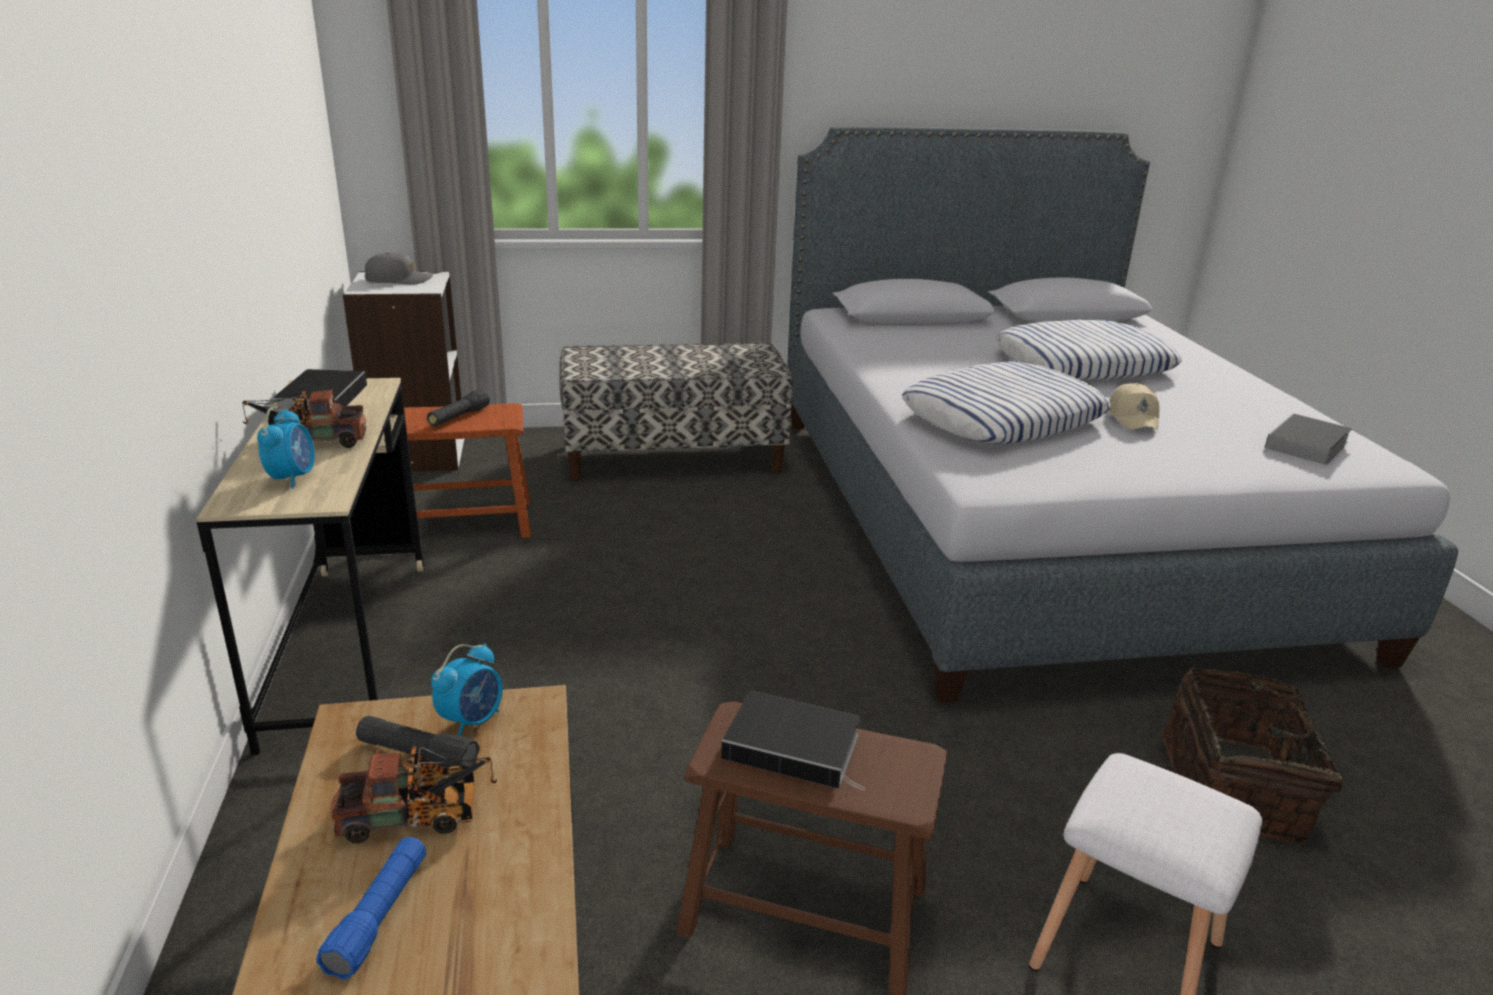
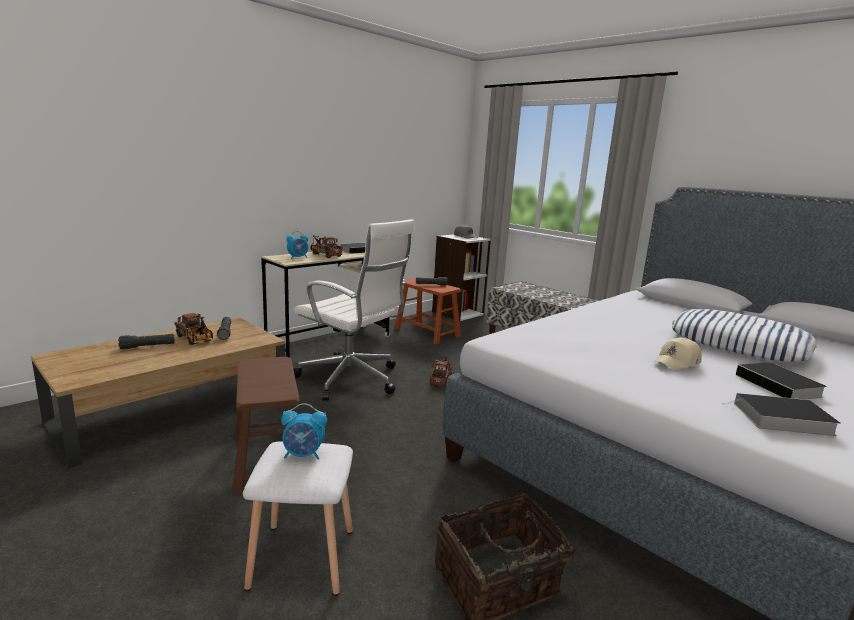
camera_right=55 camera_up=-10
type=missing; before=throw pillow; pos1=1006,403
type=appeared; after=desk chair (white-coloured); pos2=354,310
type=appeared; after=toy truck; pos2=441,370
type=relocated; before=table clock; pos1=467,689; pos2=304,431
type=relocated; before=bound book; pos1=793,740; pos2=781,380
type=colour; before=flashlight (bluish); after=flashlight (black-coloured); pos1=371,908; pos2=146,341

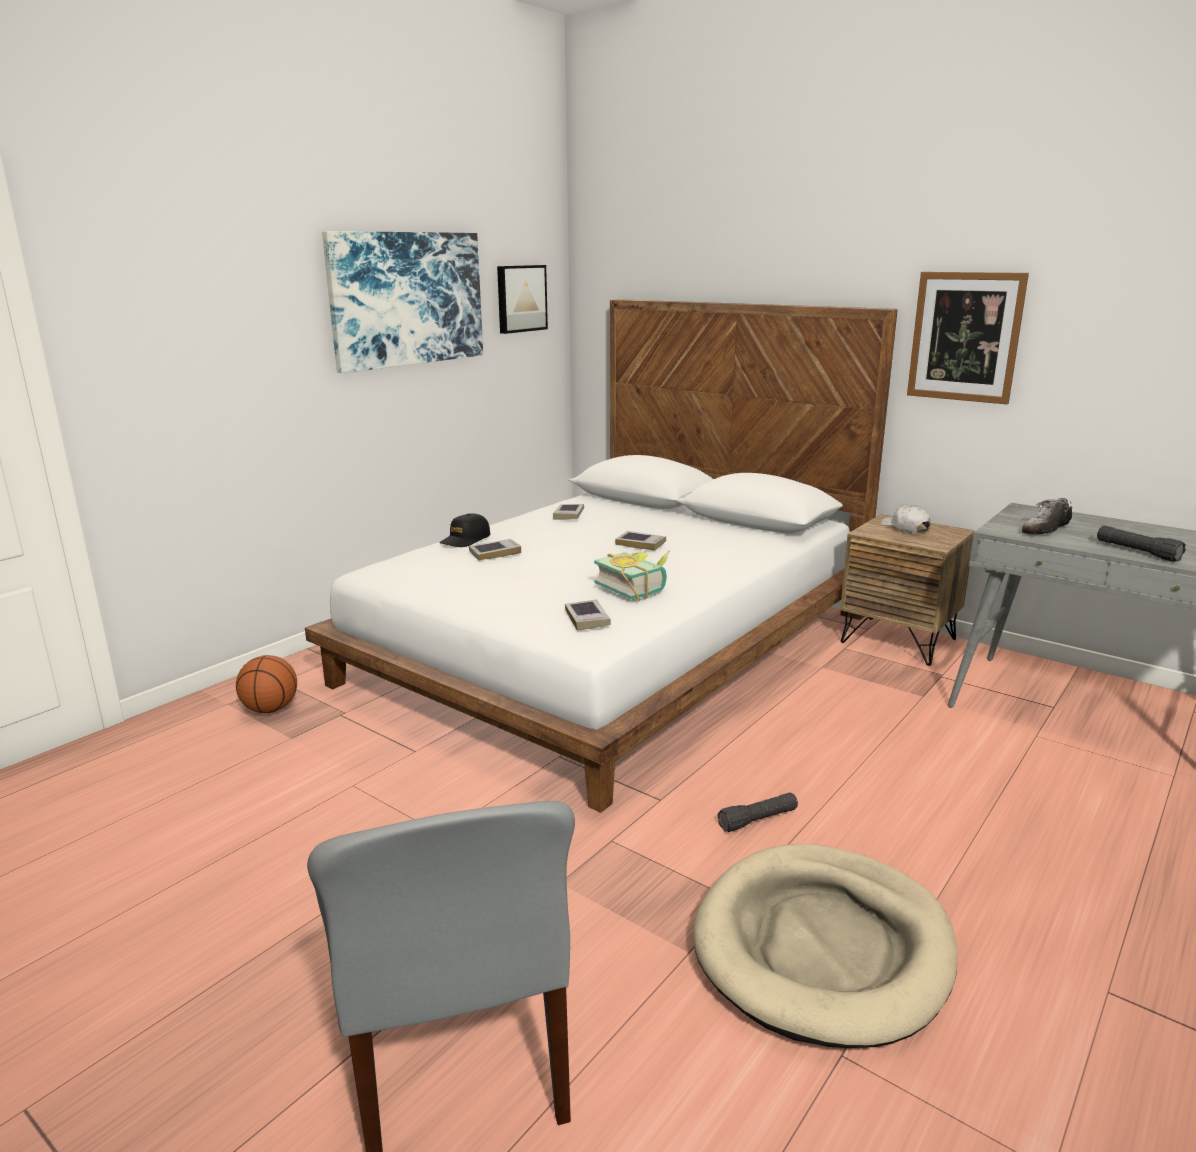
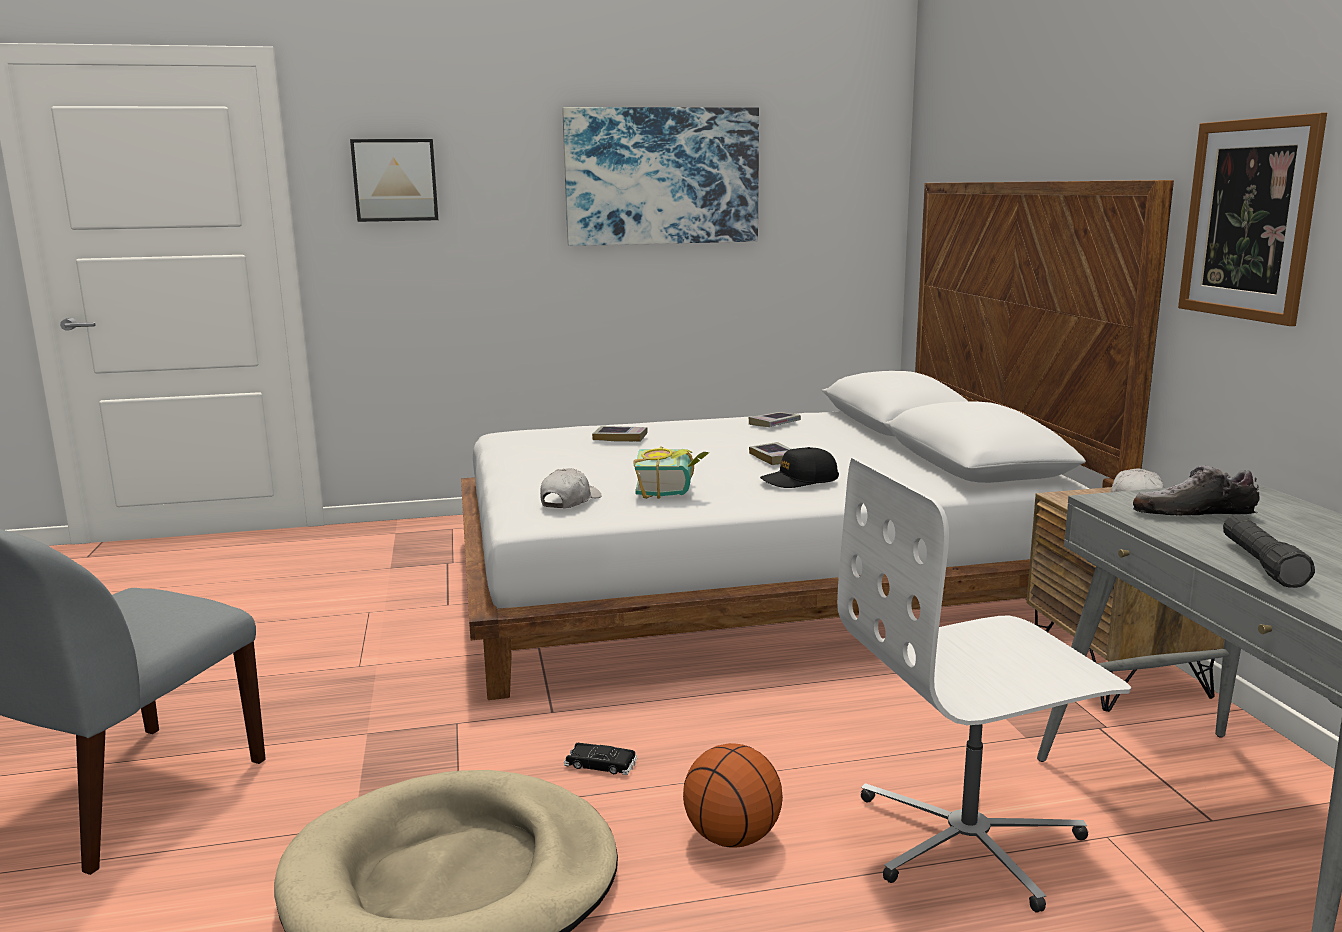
camera_right=40 camera_up=-5
type=appeared; after=desk chair (white-coloured); pos2=984,685
type=relocated; before=basketball; pos1=266,684; pos2=733,795
type=relocated; before=baseball cap (black-coloured); pos1=464,530; pos2=799,467
type=relocated; before=wall picture; pos1=522,299; pos2=394,180
type=exchanged; before=bound book; after=baseball cap (white-coloured); pos1=588,615; pos2=571,488
type=exchanged; before=flashlight (black-coloured); after=toy car (black-coloured); pos1=757,812; pos2=600,759

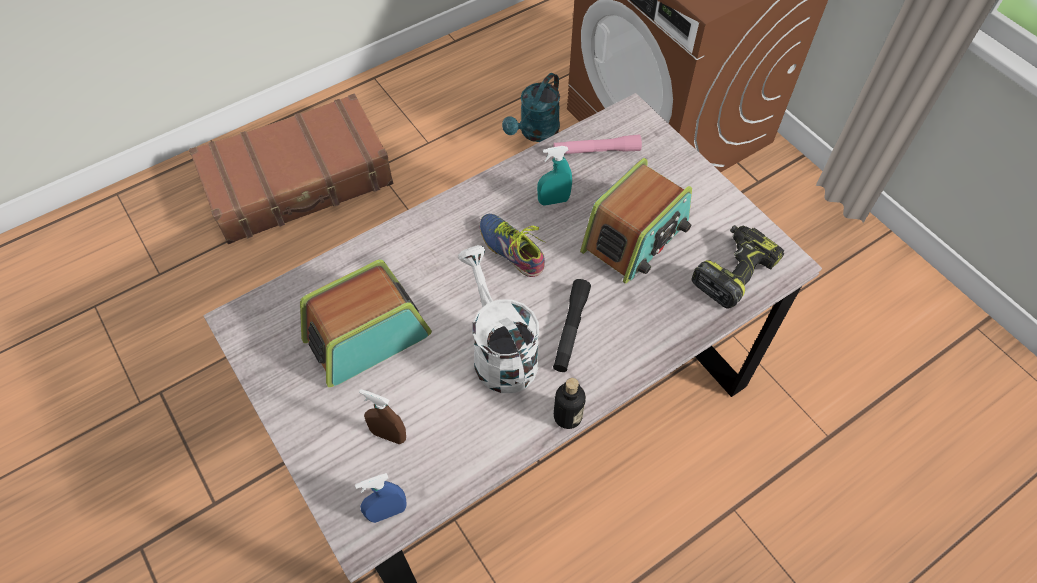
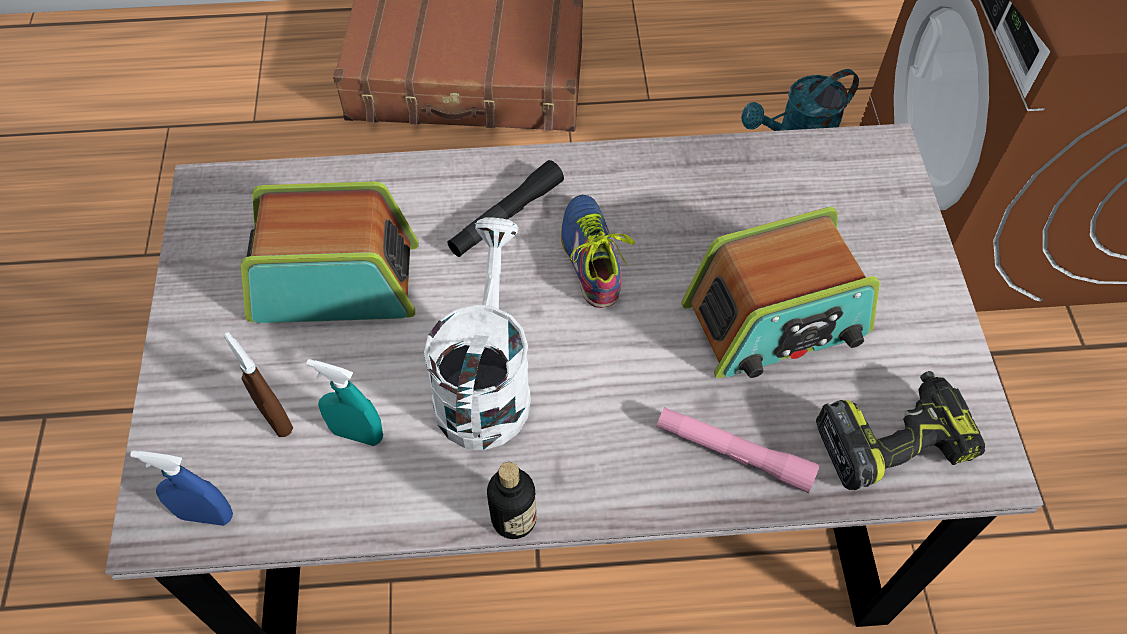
camera_right=30 camera_up=0
type=relocated; before=hand sprayer (turquoise); pos1=554,176; pos2=344,402
type=relocated; before=flashlight (pink); pos1=597,144; pos2=738,450
type=relocated; before=flashlight (black-coloured); pos1=572,325; pos2=505,208

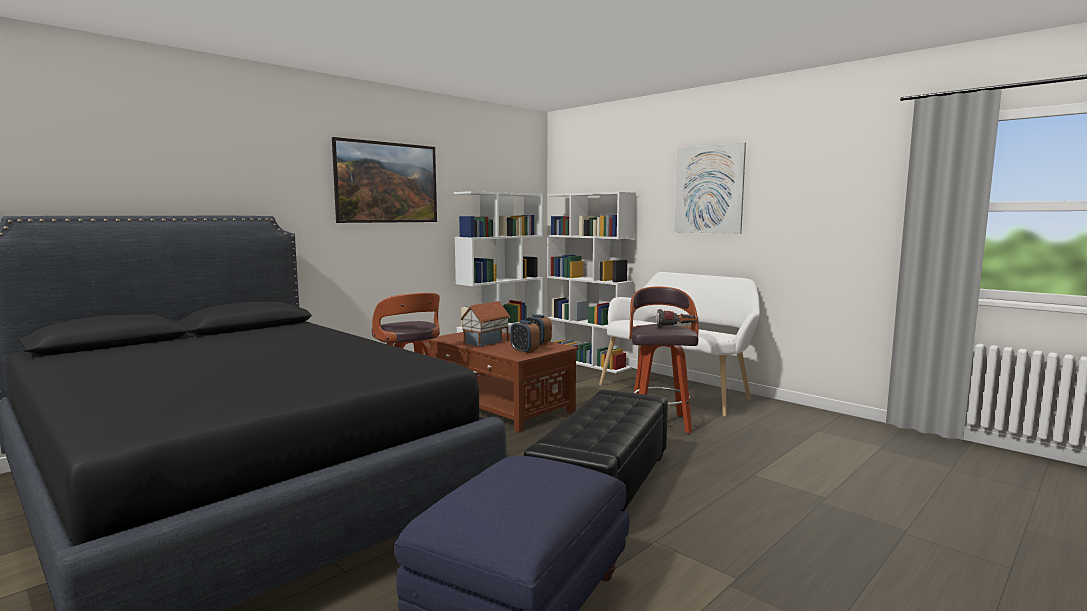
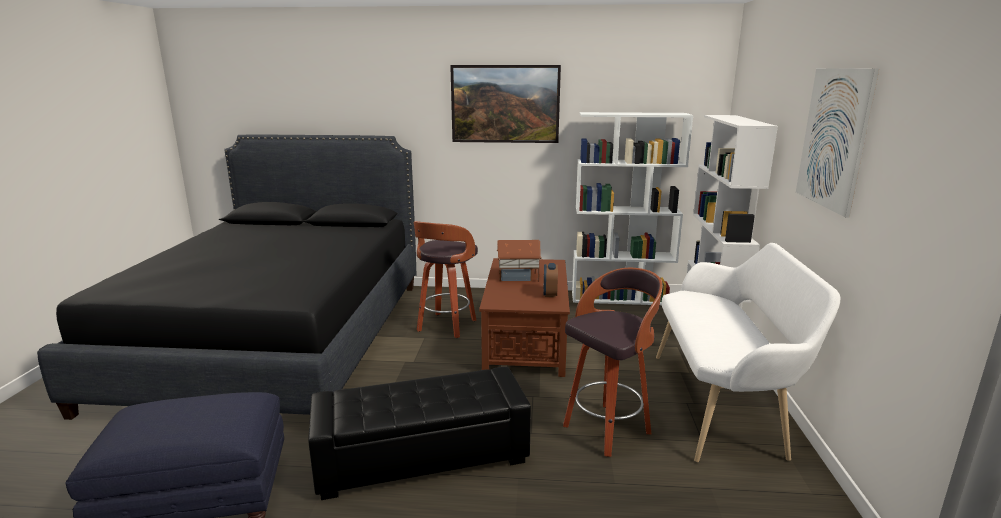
camera_right=50 camera_up=10
type=missing; before=table clock; pos1=525,337
type=missing; before=flashlight; pos1=677,318

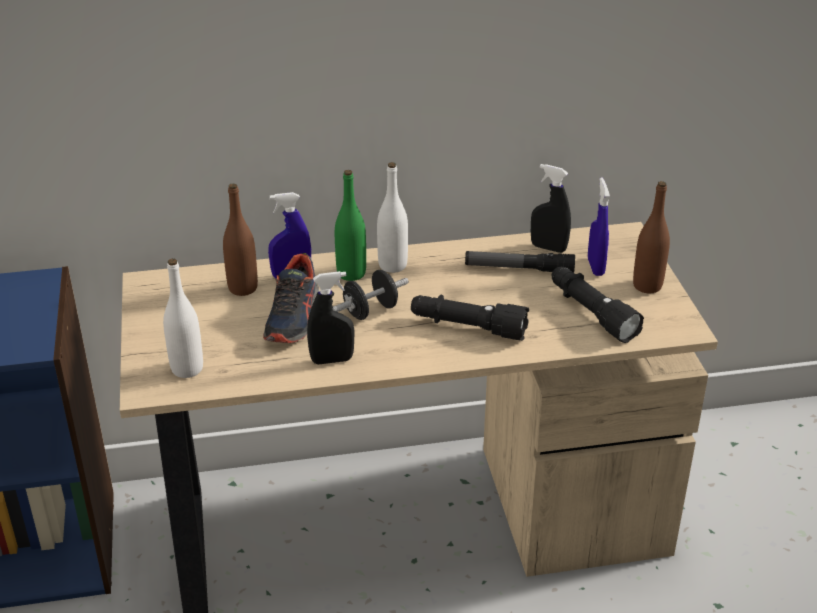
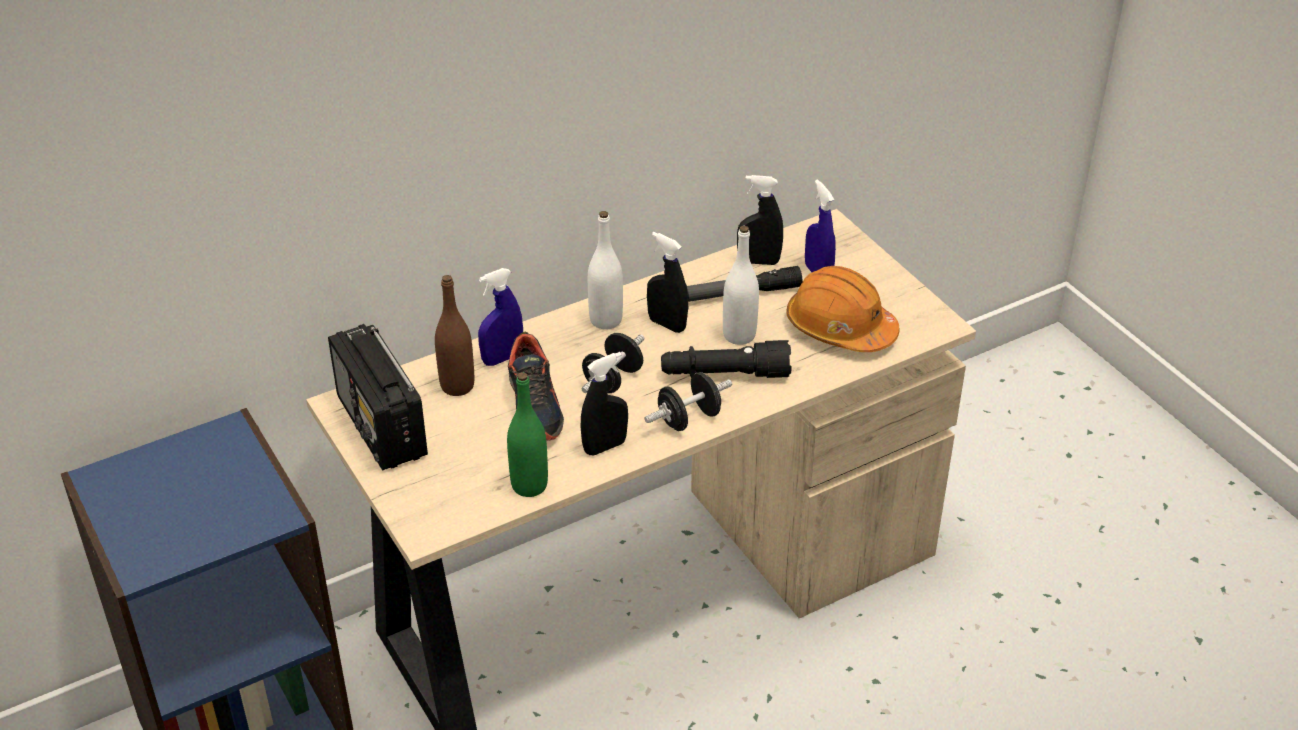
camera_right=-20 camera_up=5
type=missing; before=beverage bottle (brown-coloured); pos1=651,237
type=appeared; after=radio; pos2=378,397
type=appeared; after=free weight (black-coloured); pos2=688,401
type=appeared; after=hand sprayer (black-coloured); pos2=667,282
type=relocated; before=beverage bottle (white-coloured); pos1=183,318; pos2=741,285
type=relocated; before=beverage bottle (greenish); pos1=350,225; pos2=527,434
type=exchanged; before=flashlight (black-coloured); after=work helmet (orange-coloured); pos1=598,305; pos2=843,309

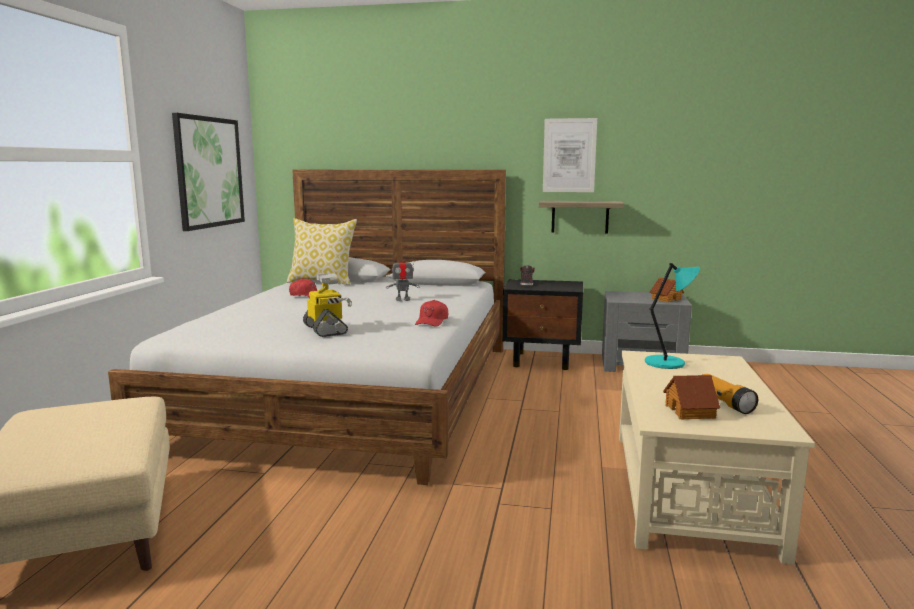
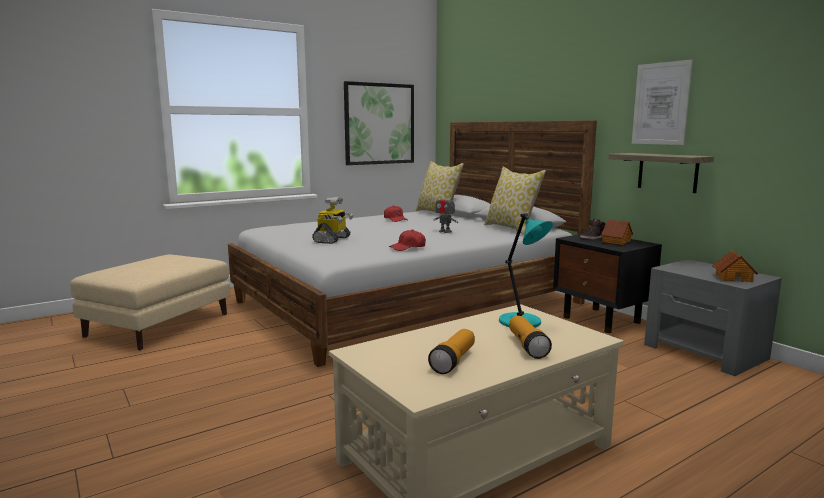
camera_right=45 camera_up=0
type=appeared; after=throw pillow; pos2=515,200
type=appeared; after=flashlight; pos2=530,337
type=relocated; before=toy house; pos1=691,397; pos2=617,232

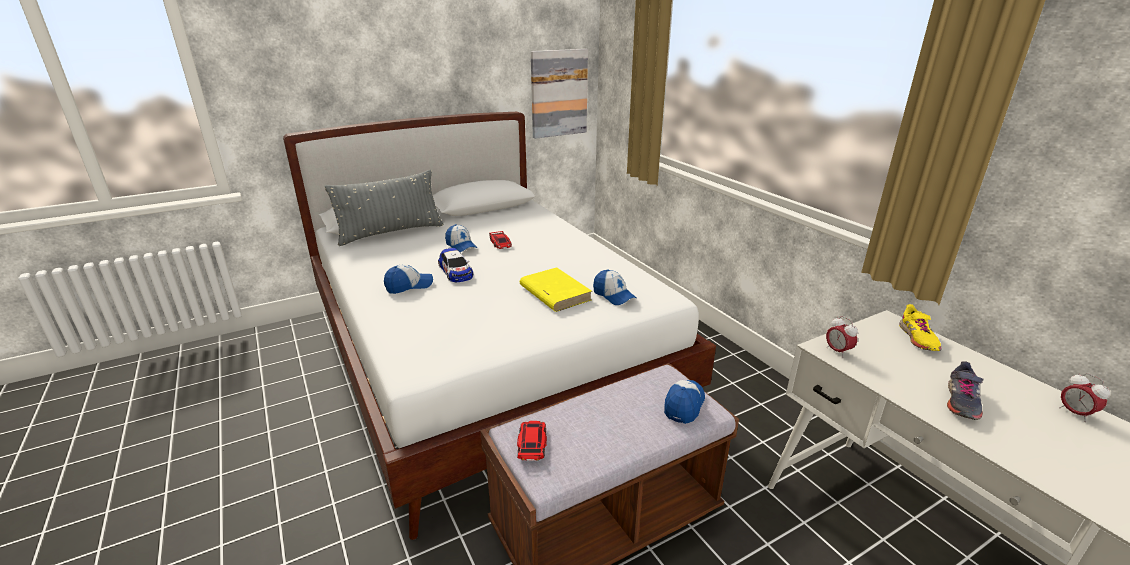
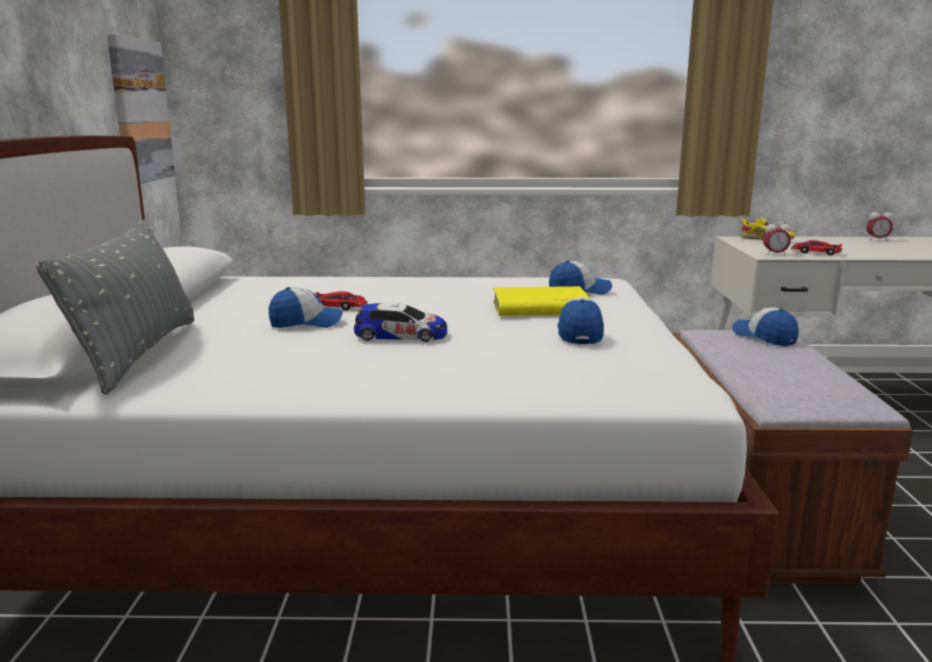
camera_right=-60 camera_up=-10
type=missing; before=low shoe (greyish); pos1=965,390
type=relocated; before=baseball cap; pos1=408,279; pos2=580,320
type=relocated; before=toy car; pos1=532,441; pos2=816,248

